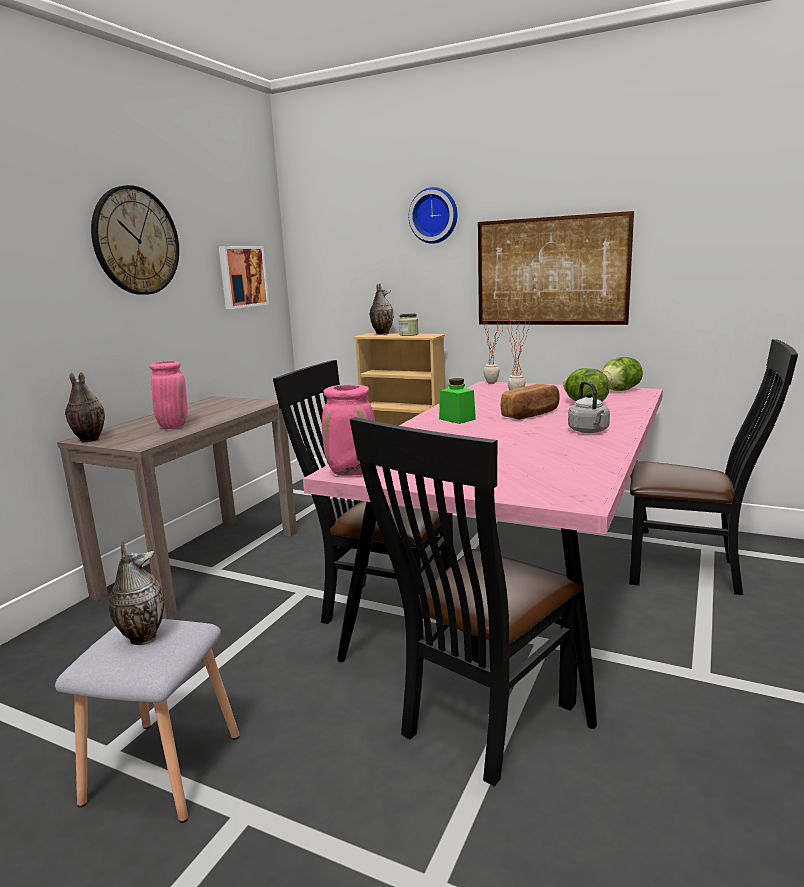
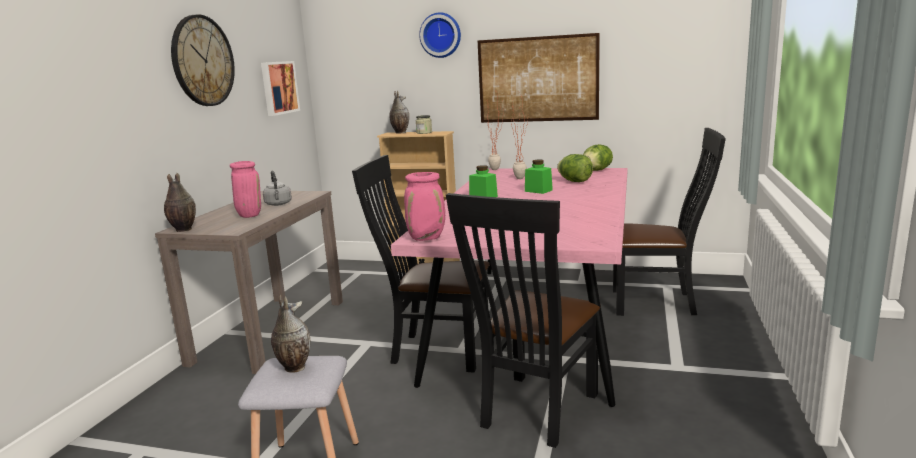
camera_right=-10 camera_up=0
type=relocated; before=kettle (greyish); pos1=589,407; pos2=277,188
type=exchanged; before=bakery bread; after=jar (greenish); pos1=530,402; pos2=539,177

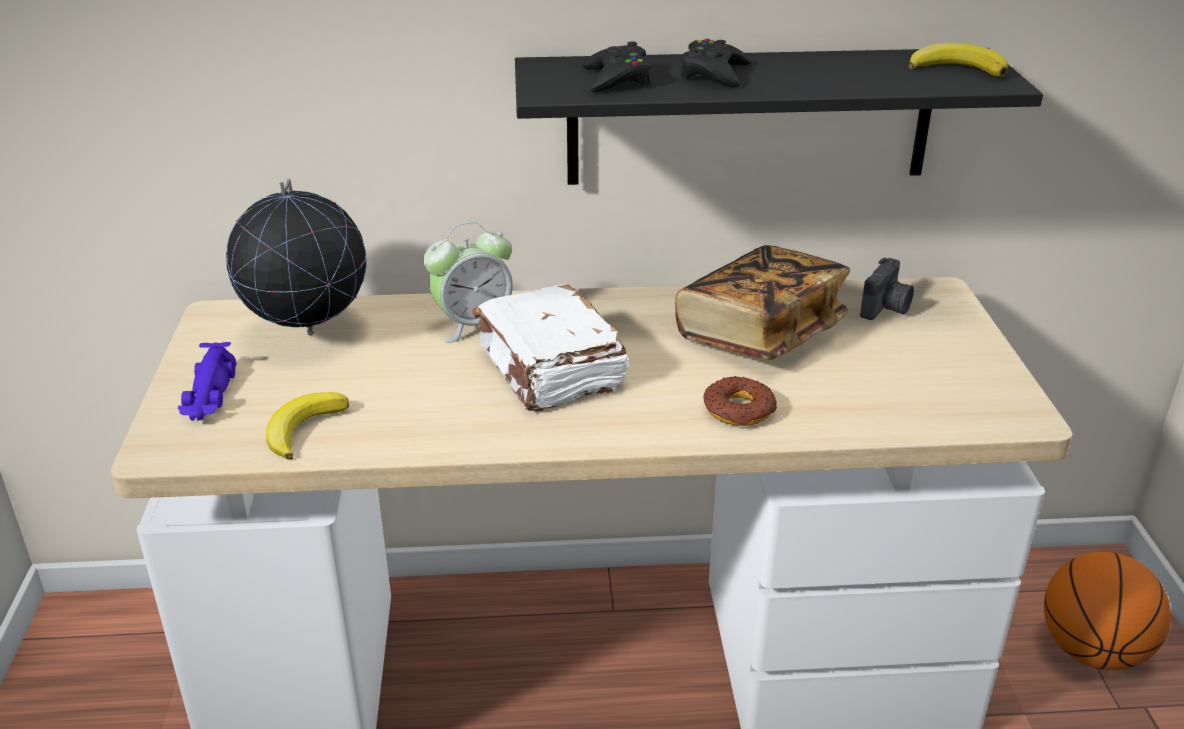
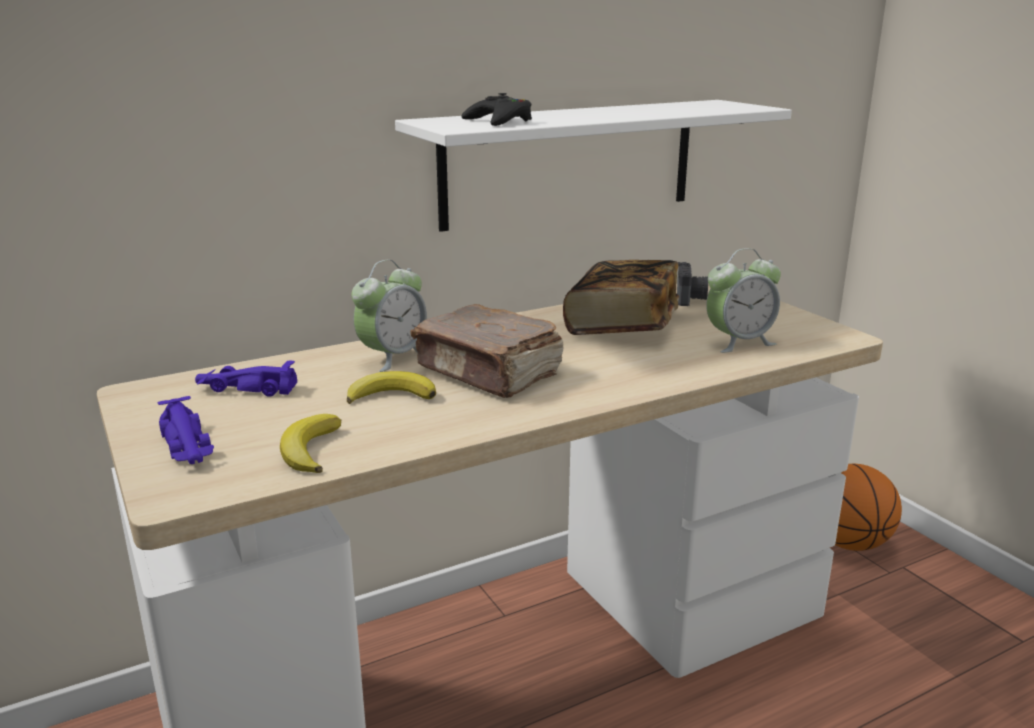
camera_right=-25 camera_up=-10
type=missing; before=gamepad (black-coloured); pos1=715,63
type=missing; before=doughnut; pos1=740,401
type=appeared; after=table clock; pos2=743,300
type=relocated; before=banana fruit; pos1=958,59; pos2=391,387
type=exchanged; before=desk globe; after=toy car (purplish); pos1=296,257; pos2=246,379
type=colour; before=bound book (white-coloured); after=bound book (brown-coloured); pos1=551,347; pos2=487,351
type=colour; before=wall shelf (black-coloured); after=wall shelf (white-coloured); pos1=779,116; pos2=593,166

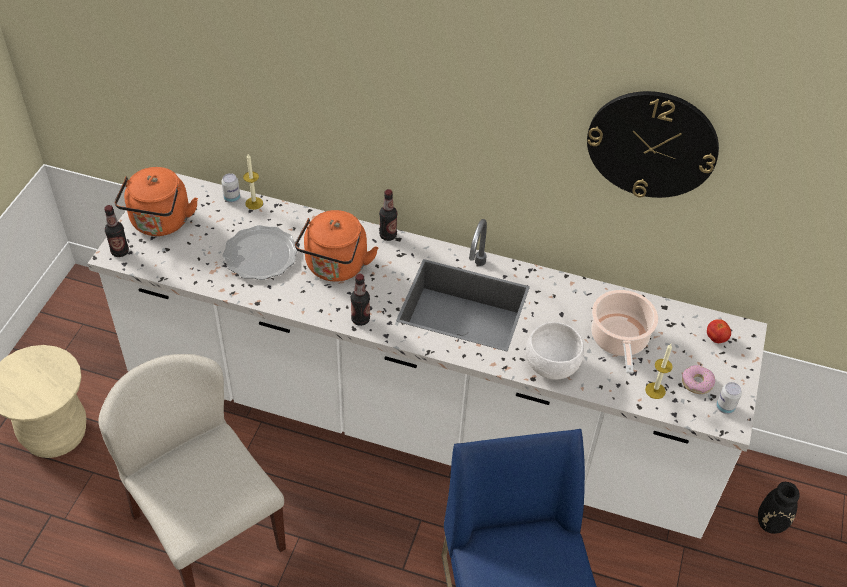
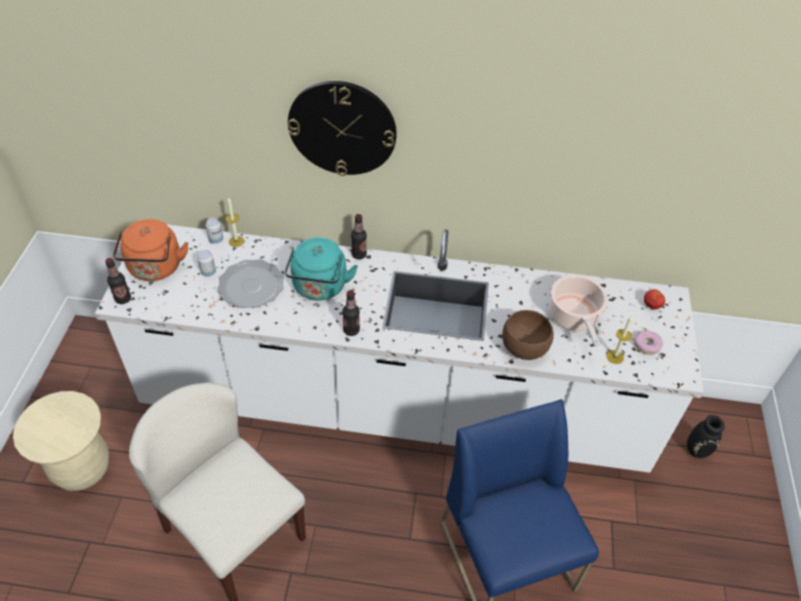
camera_right=-10 camera_up=0
type=relocated; before=hanging clock; pos1=653,144; pos2=342,128
type=relocated; before=metal can; pos1=729,398; pos2=206,263
type=colour; before=kettle (orange-coloured); after=kettle (turquoise); pos1=337,246; pos2=321,269
type=colour; before=deep dish (white-coloured); after=deep dish (brown-coloured); pos1=555,351; pos2=528,335

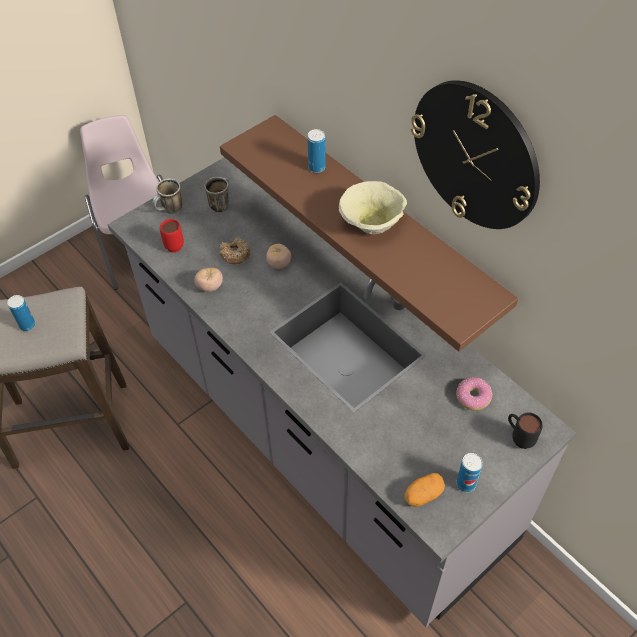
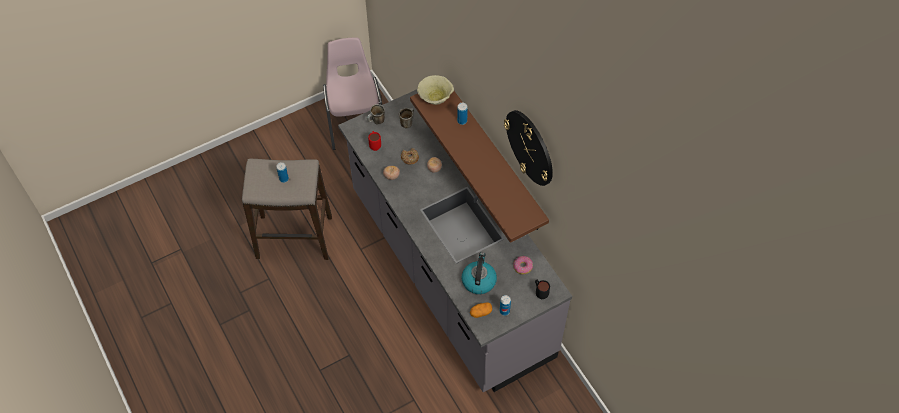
camera_right=10 camera_up=5
type=appeared; after=kettle; pos2=479,273
type=relocated; before=deep dish (beige-coloured); pos1=373,207; pos2=435,90

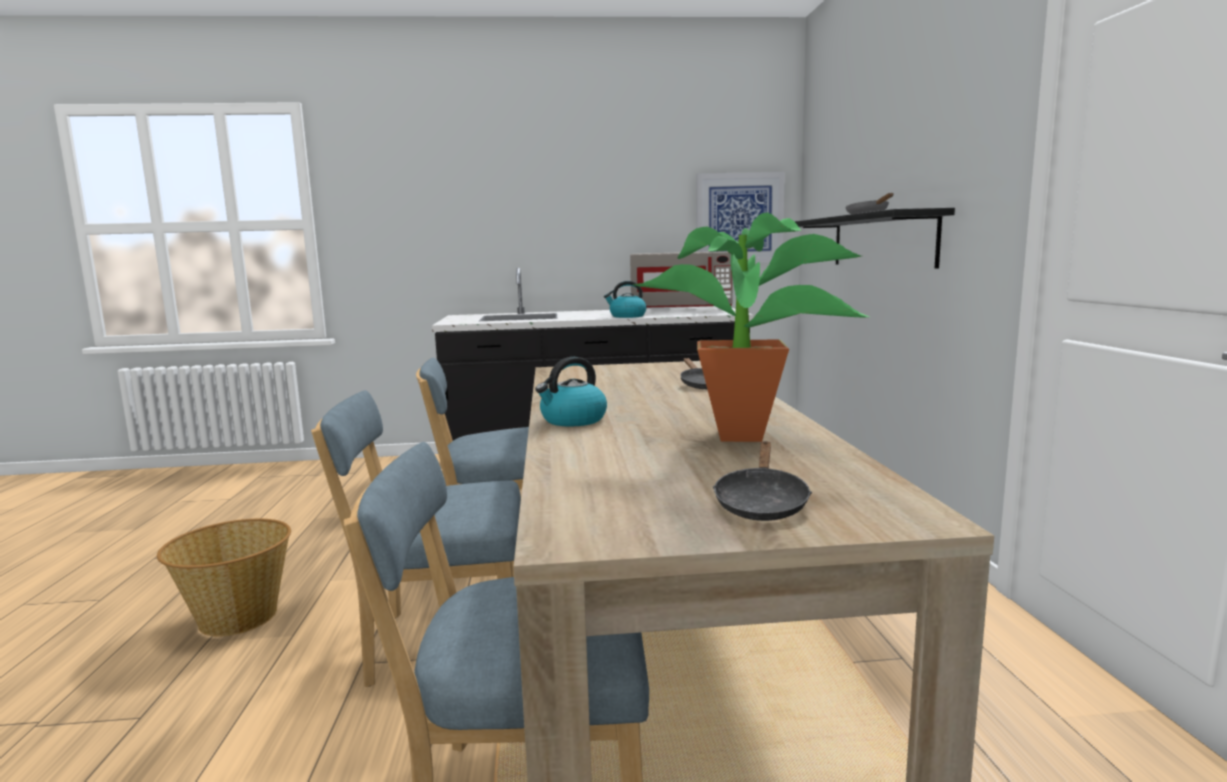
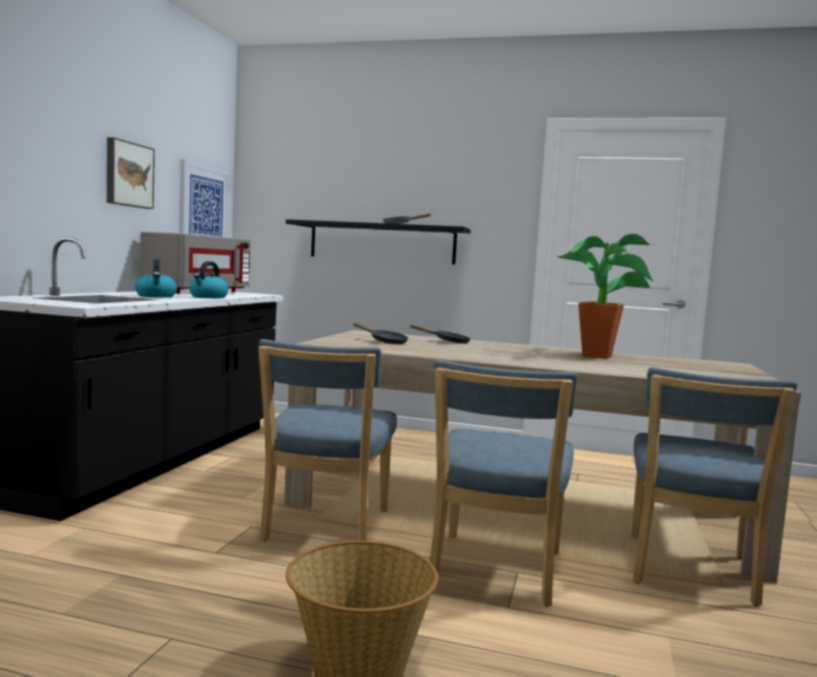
camera_right=-70 camera_up=-5
type=appeared; after=wall picture; pos2=131,173
type=relocated; before=kettle; pos1=571,391; pos2=156,278
type=relocated; before=frying pan (black-coloured); pos1=762,481; pos2=380,333

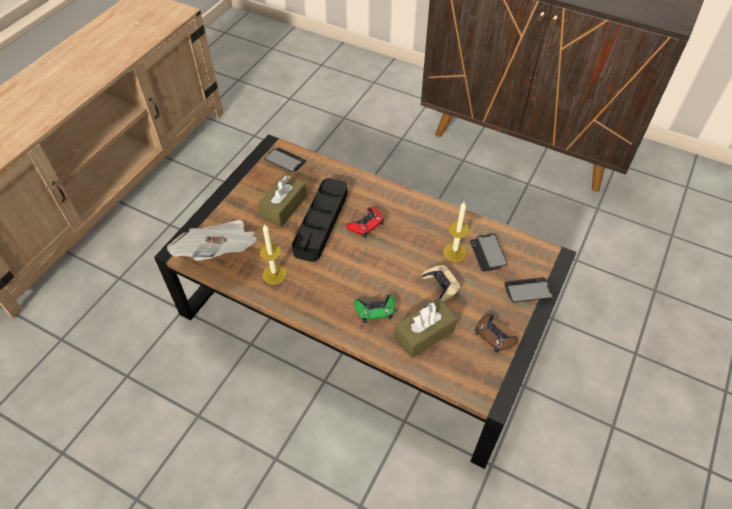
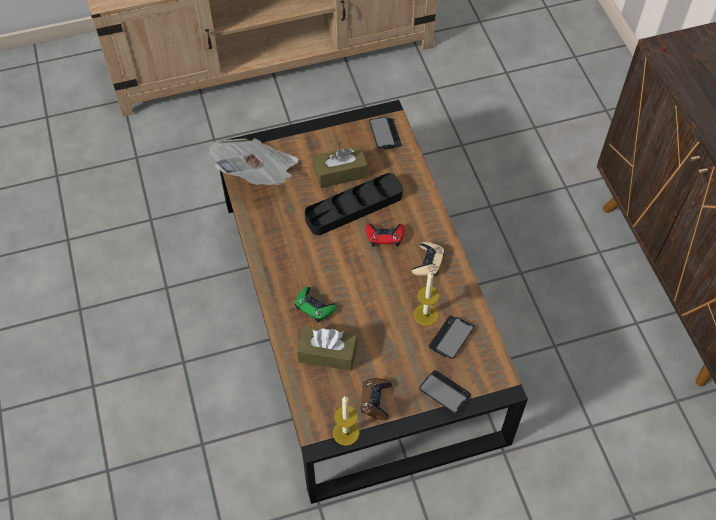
camera_right=45 camera_up=5
type=relocated; before=wax light; pos1=273,254; pos2=346,421
type=relocated; before=gamepad (beige-coloured); pos1=441,283; pos2=428,259

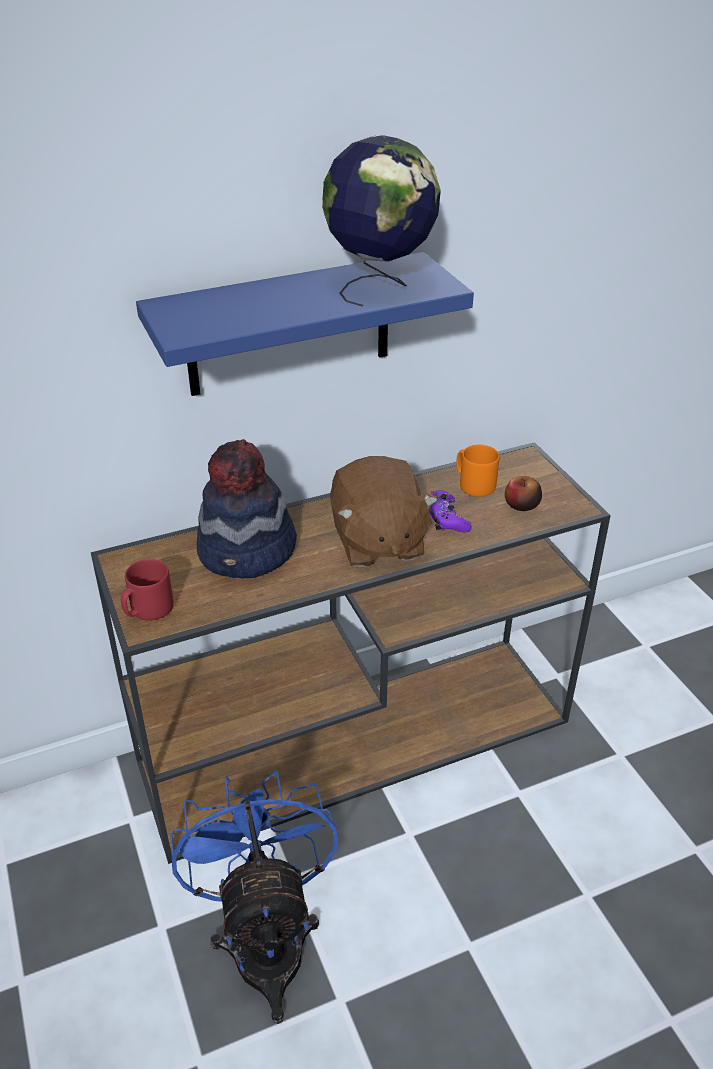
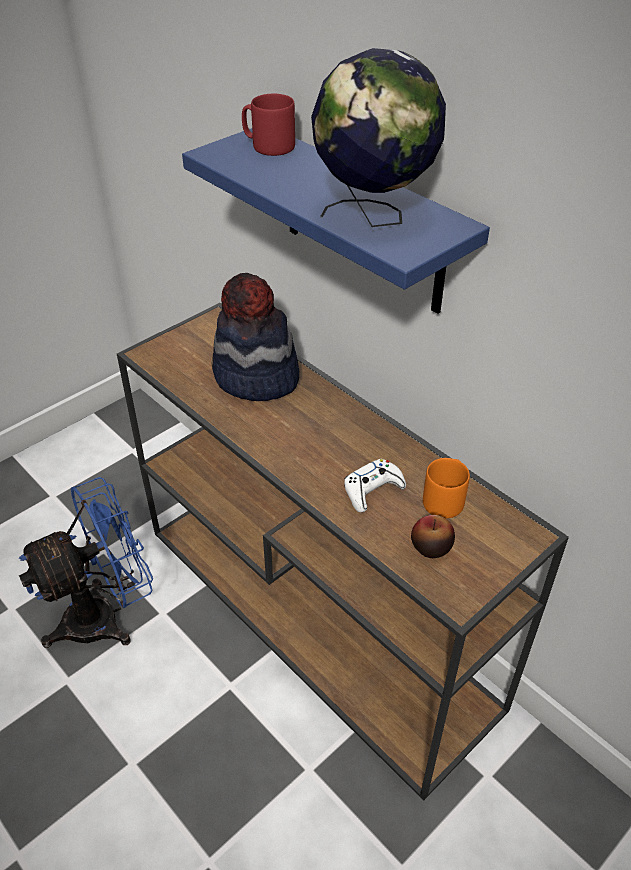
camera_right=70 camera_up=5
type=missing; before=soft toy (brown-coloured); pos1=384,512
type=relocated; before=tea mug (reddish); pos1=147,590; pos2=268,125
type=colour; before=gamepad (purplish); after=gamepad (white-coloured); pos1=450,511; pos2=375,485

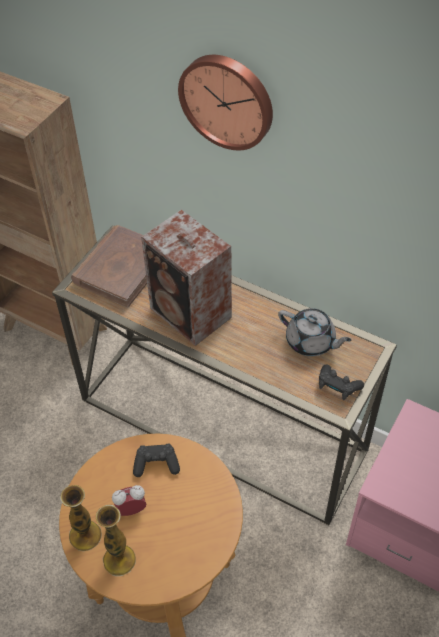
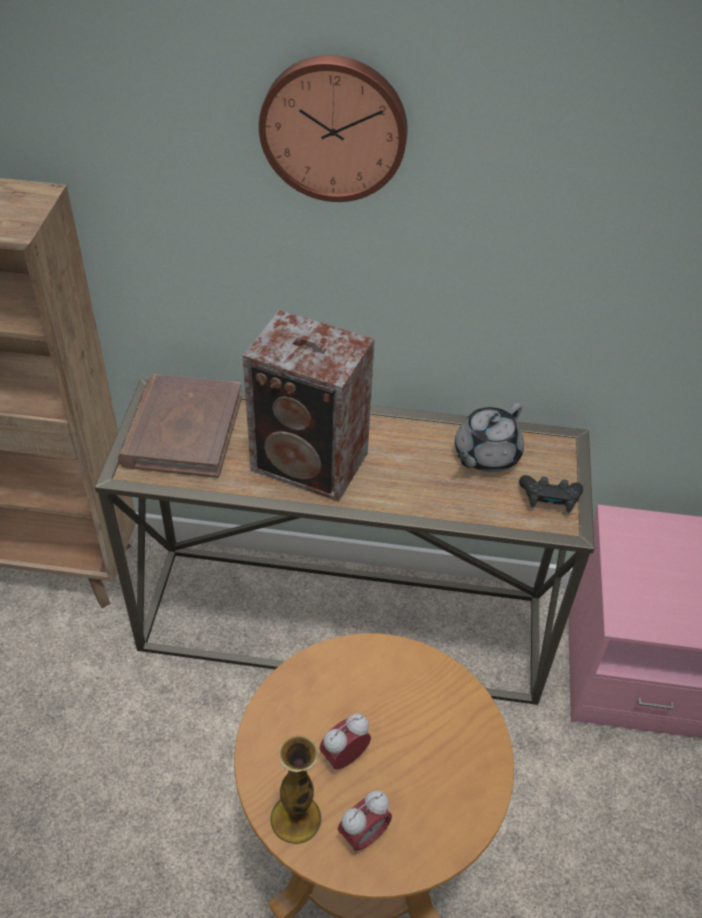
camera_right=-25 camera_up=-5
type=missing; before=gamepad (black-coloured); pos1=156,460
type=exchanged; before=vase; after=table clock; pos1=116,540; pos2=365,822
type=spun; before=teapot (greyish); pos1=315,332; pos2=489,437; turn=120

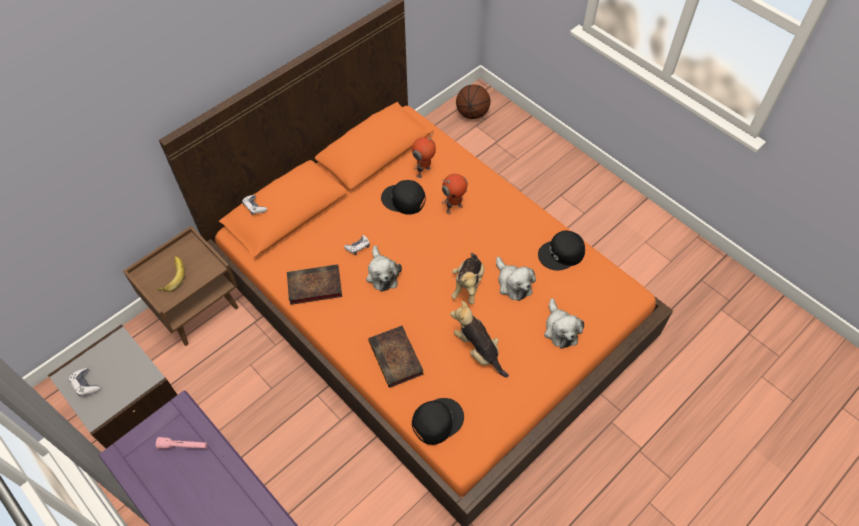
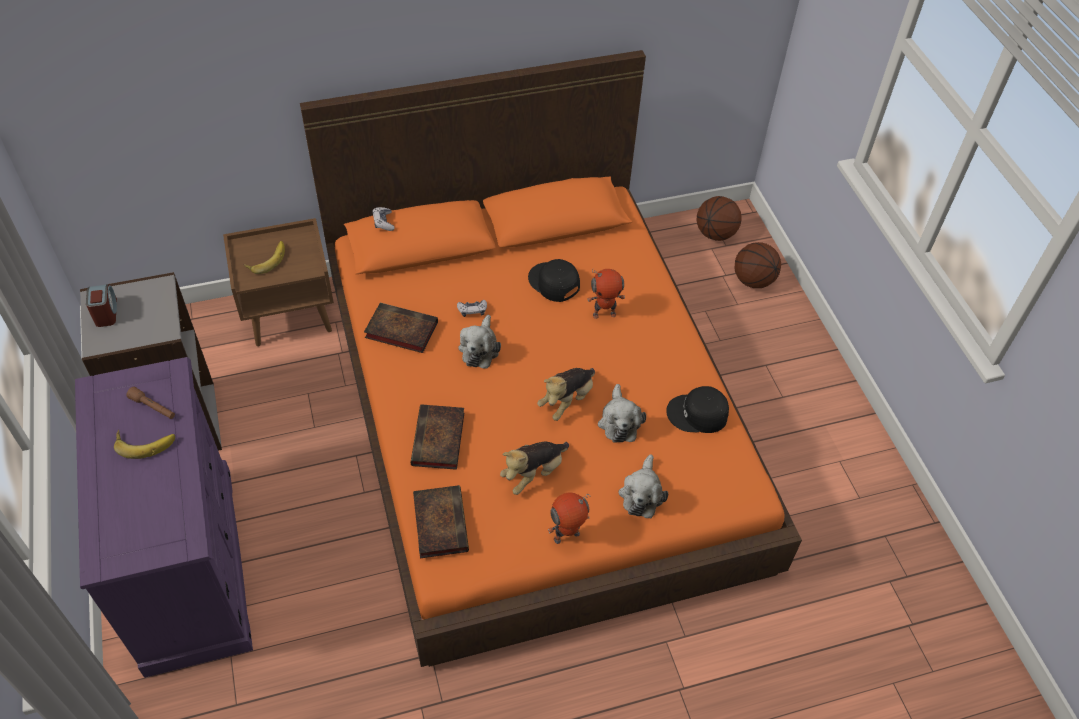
camera_right=25 camera_up=-5
type=appeared; after=banana fruit; pos2=144,444
type=appeared; after=basketball; pos2=758,265
type=relocated; before=robot figure; pos1=424,155; pos2=569,518
type=exchanged; before=gamepad; after=table clock; pos1=84,382; pos2=101,305
type=exchanged; before=baseball cap (black-coloured); after=bound book; pos1=438,421; pos2=441,521
type=colour; before=flashlight (pink); after=flashlight (brown-coloured); pos1=181,443; pos2=150,403
type=spun; before=soft toy; pos1=479,339; pos2=534,468; turn=-120

